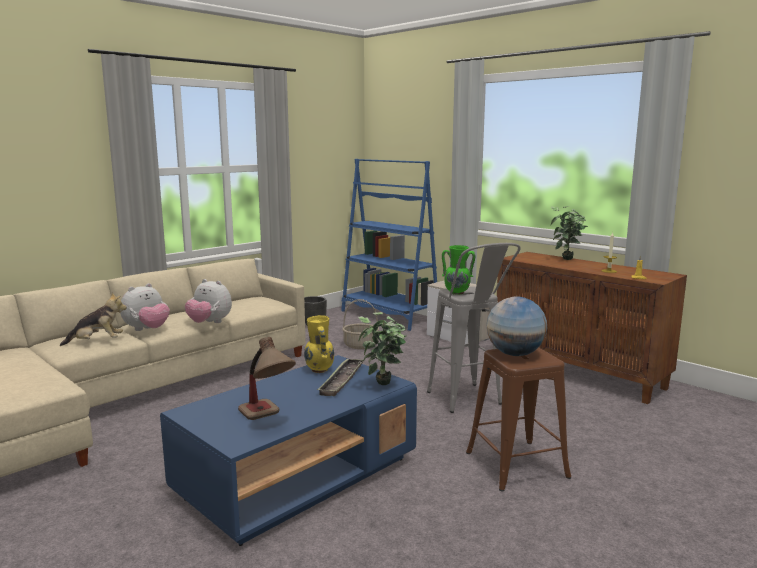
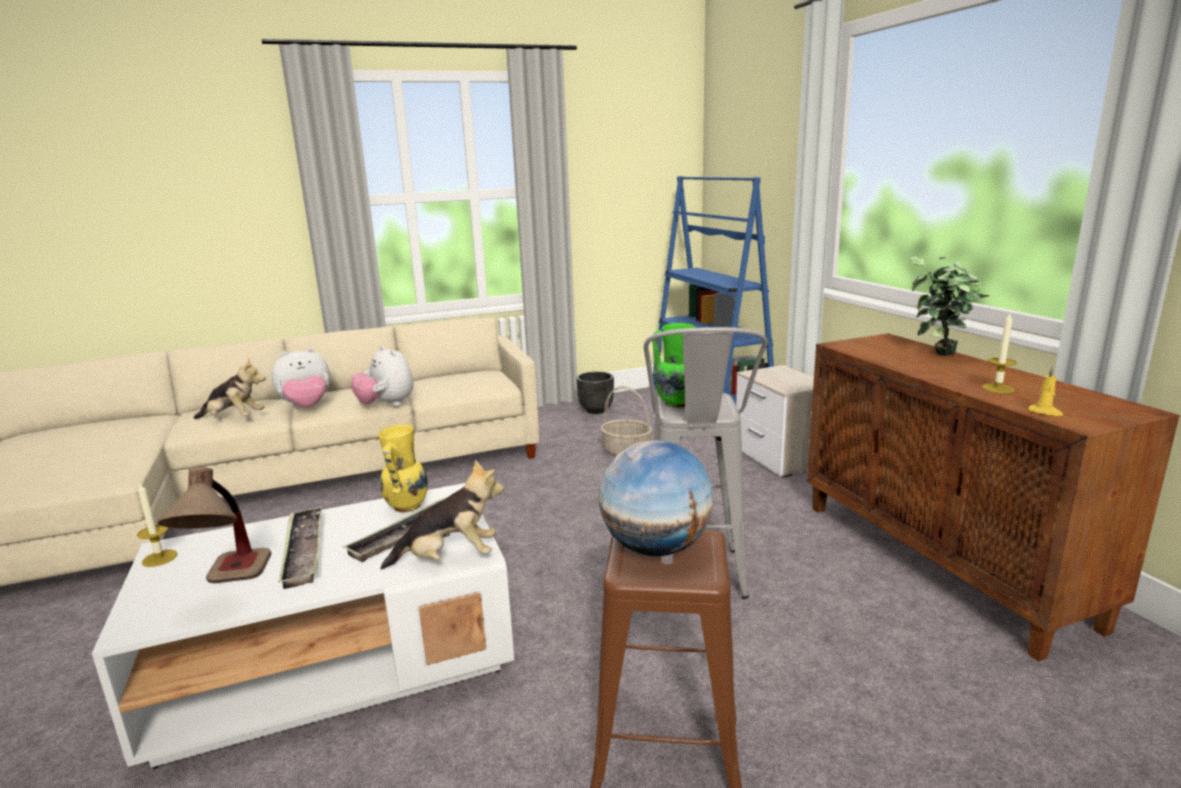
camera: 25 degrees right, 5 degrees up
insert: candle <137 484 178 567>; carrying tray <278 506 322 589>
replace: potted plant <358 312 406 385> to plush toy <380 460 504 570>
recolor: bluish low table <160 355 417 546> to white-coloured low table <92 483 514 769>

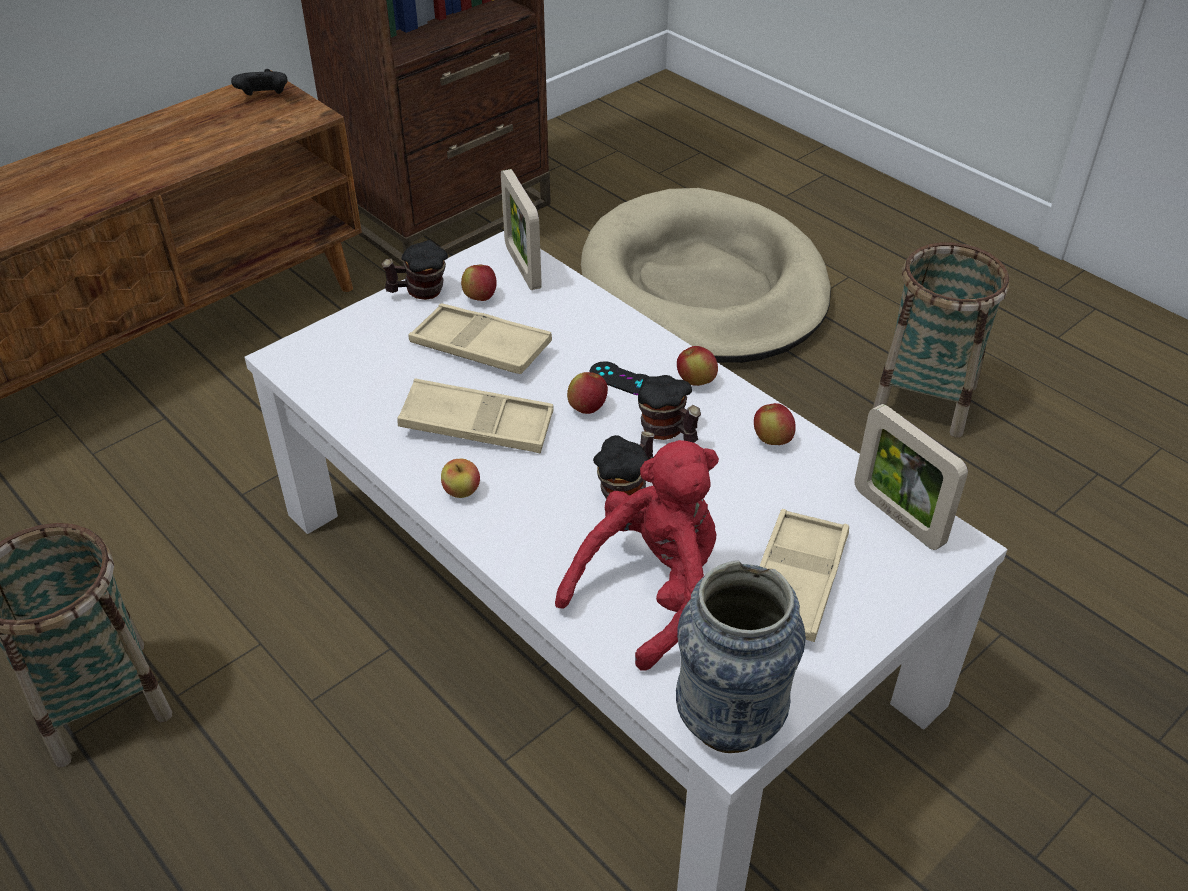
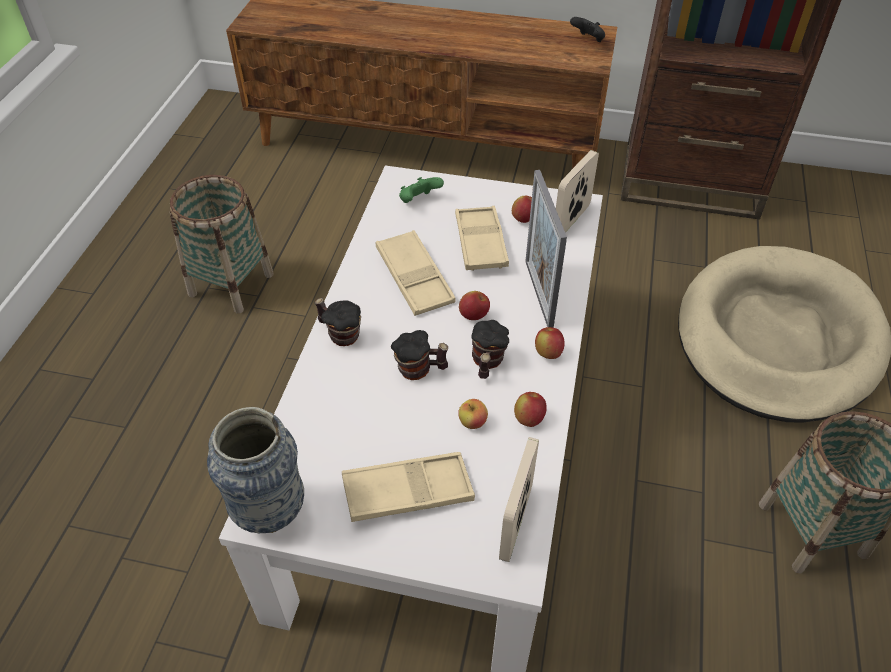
camera: 55 degrees right, 5 degrees up
delete: reddish plush toy <555 440 719 671>; blackish joypad <590 361 649 395>
insert: green-coloured joypad <399 177 444 203>; picture frame <525 170 567 328>
move: coffee mug <382 240 448 300> to <314 298 361 346>; whole apple <441 459 480 498> to <458 399 488 429>

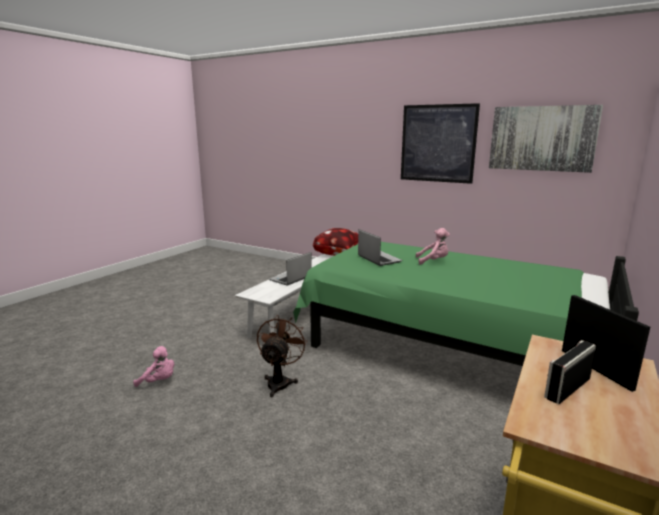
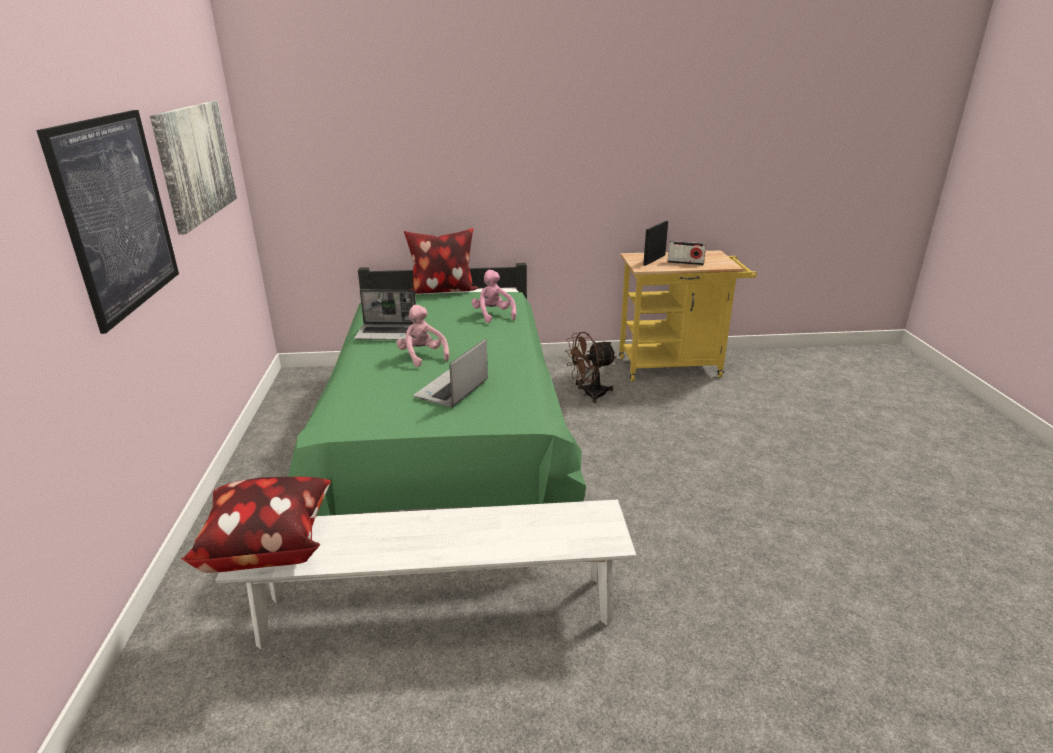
camera: 125 degrees left, 10 degrees up
insert: cushion <404 228 478 294>
move: pink plush toy <133 346 174 387> to <472 270 516 323>; brownish cooling fan <257 315 307 397> to <566 332 616 403>; notebook computer <269 252 312 286> to <354 289 416 340>

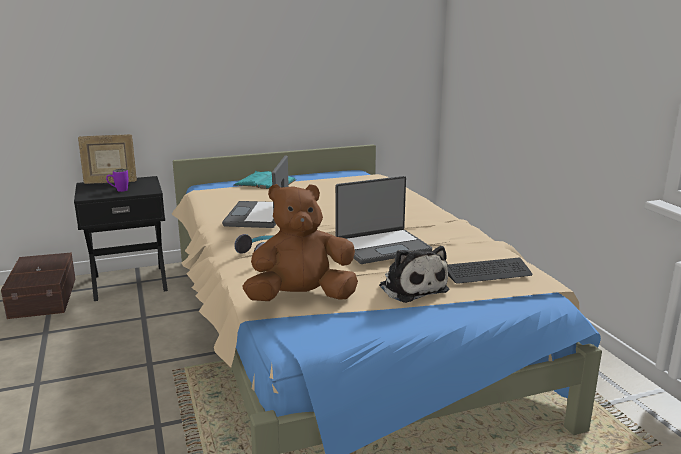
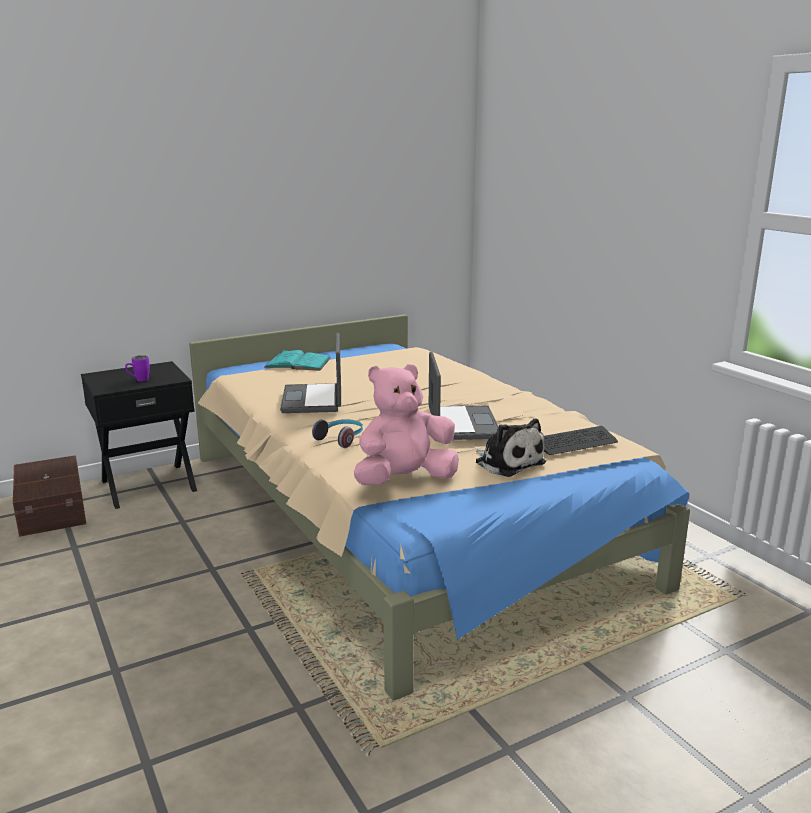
camera: 10 degrees left, 0 degrees up
delete: picture frame <78 134 137 184>
recolor: brownish plush toy <242 184 358 301> to pink plush toy <354 364 459 485>
rotate: notebook computer <335 176 432 264> = <429 352 498 440> 60 degrees counterclockwise

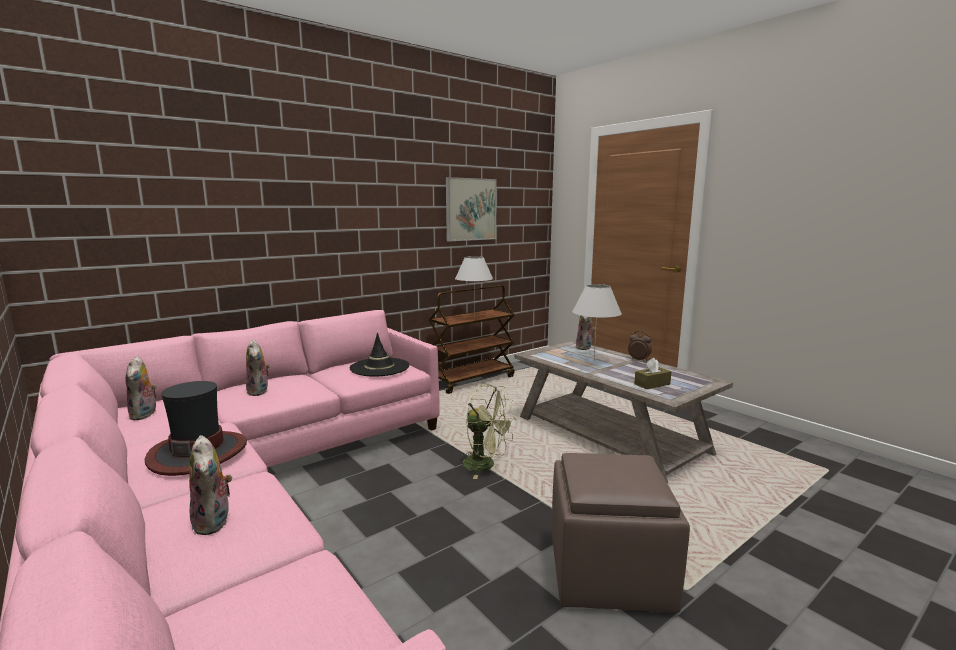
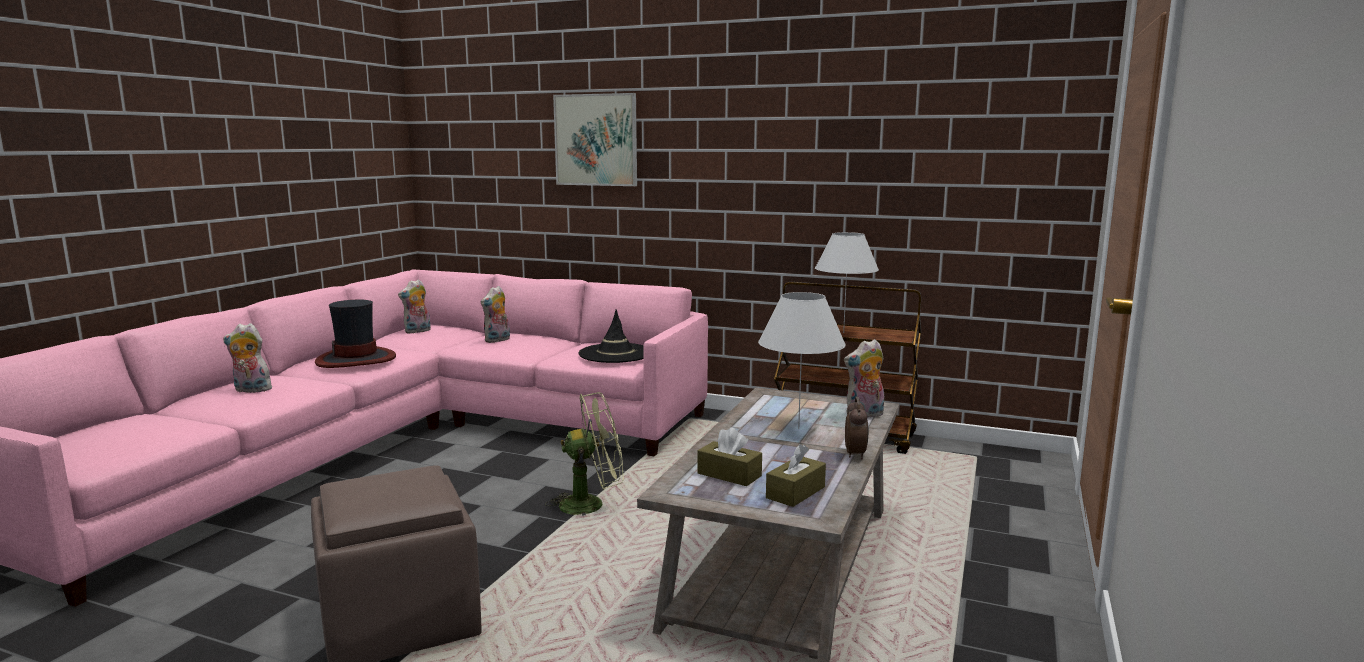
camera: 60 degrees right, 0 degrees up
insert: brownish box of tissues <766 444 826 507>
move: picture <446 177 497 241> to <553 93 637 186>
rotate: plush toy <189 435 232 535> = <223 323 274 393> 60 degrees clockwise; green-coloured cooling fan <461 384 516 479> = <545 392 624 516> 105 degrees counterclockwise

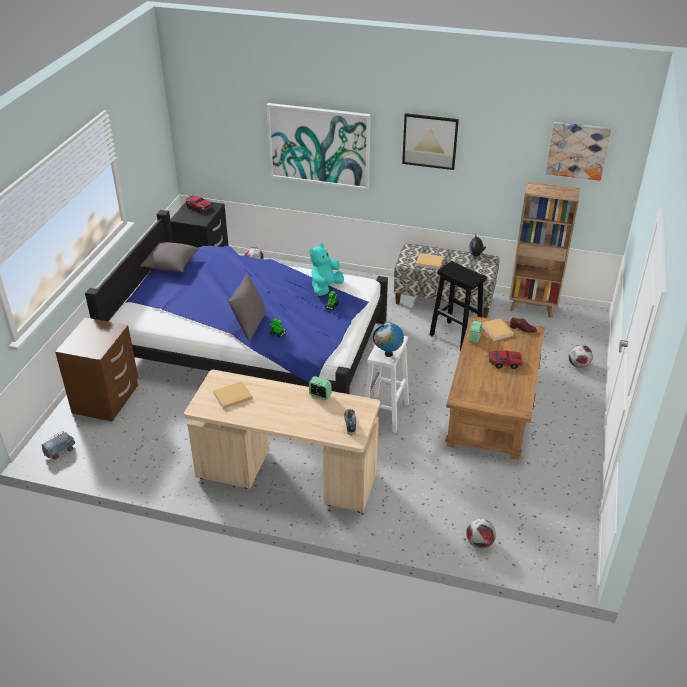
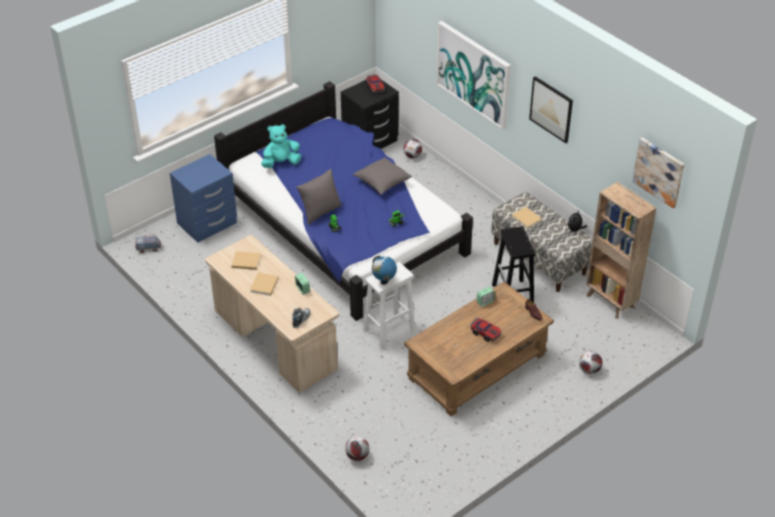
camera: 35 degrees right, 5 degrees up
move: grey cushion <140 242 199 272> to <353 157 413 195>; turquoise plush toy <309 243 344 296> to <261 124 301 168>; beige-coloured bound book <482 318 514 341> to <250 273 278 296>
recolor: brownish night table <55 318 138 422> to bluish night table <170 154 237 243>

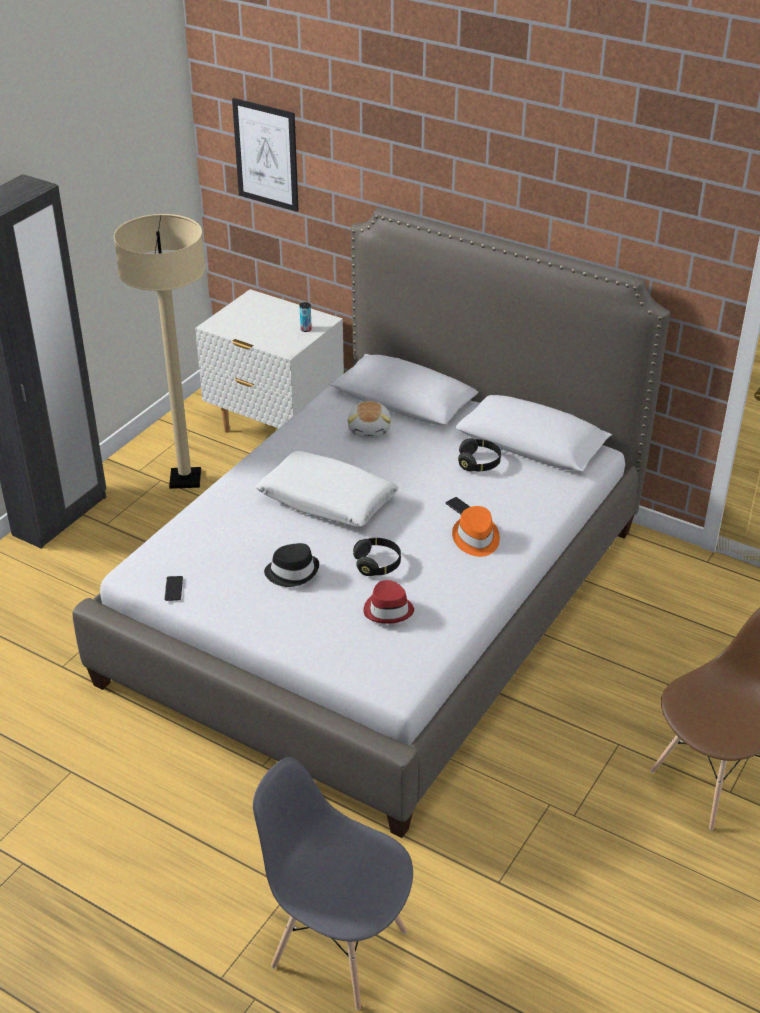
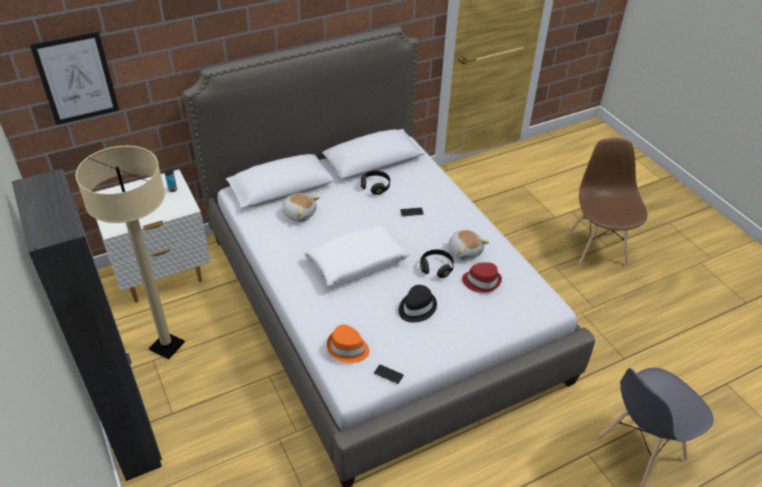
camera: 60 degrees left, 5 degrees up
insert: plush toy <449 230 489 260>
move: orangey hat <452 506 500 557> to <327 324 369 363>

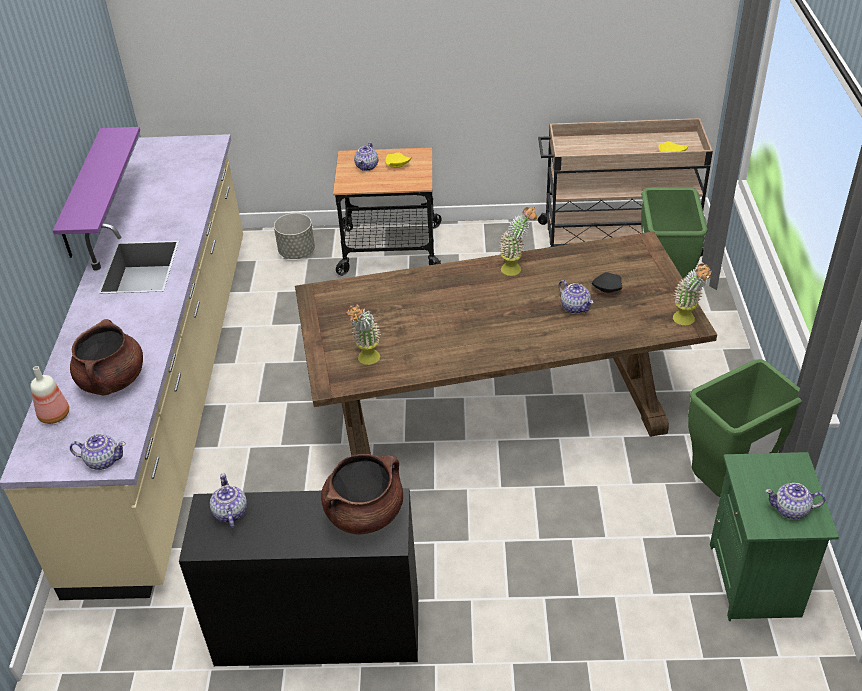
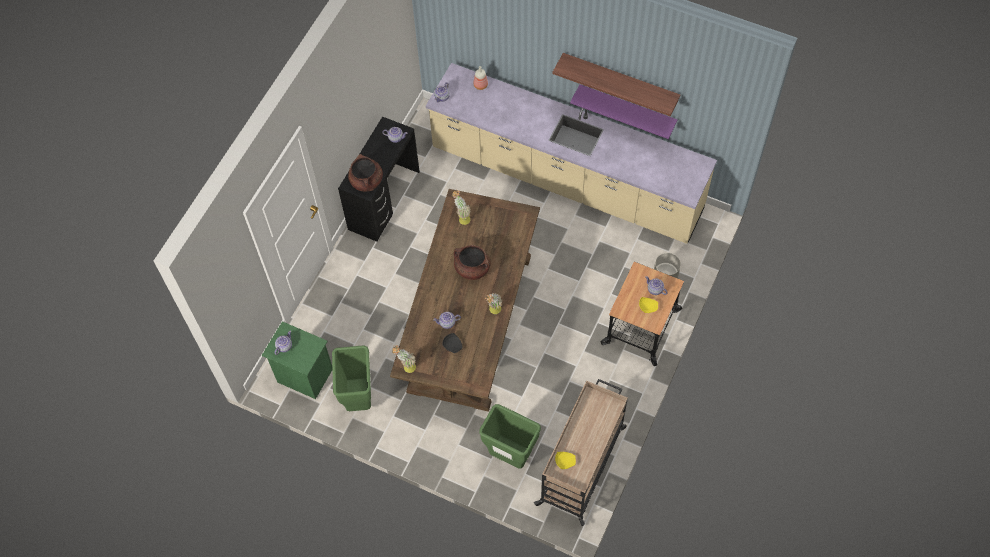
camera: 115 degrees right, 20 degrees up
insert: bracket shelf <553 53 680 116>
move: brownish saucepot <70 319 143 395> to <454 245 491 280>

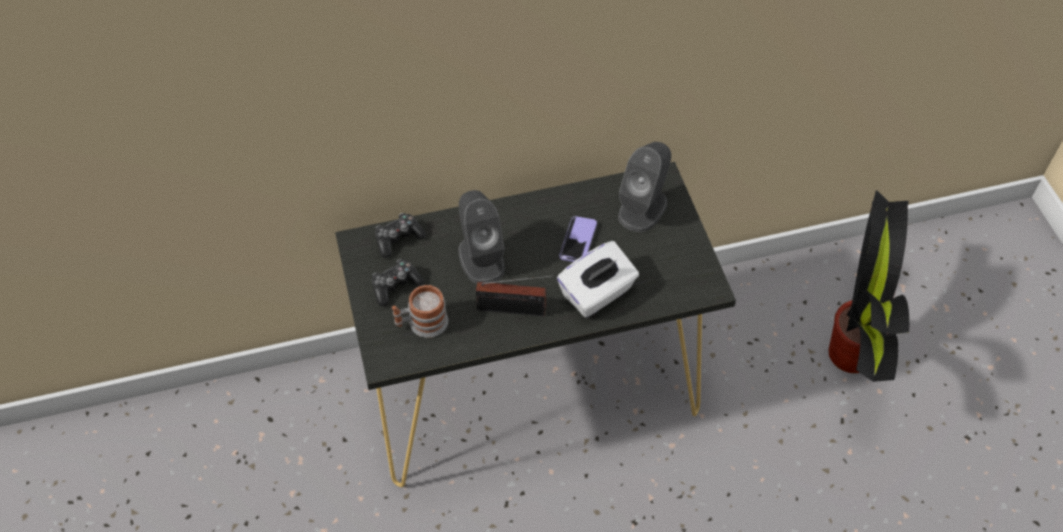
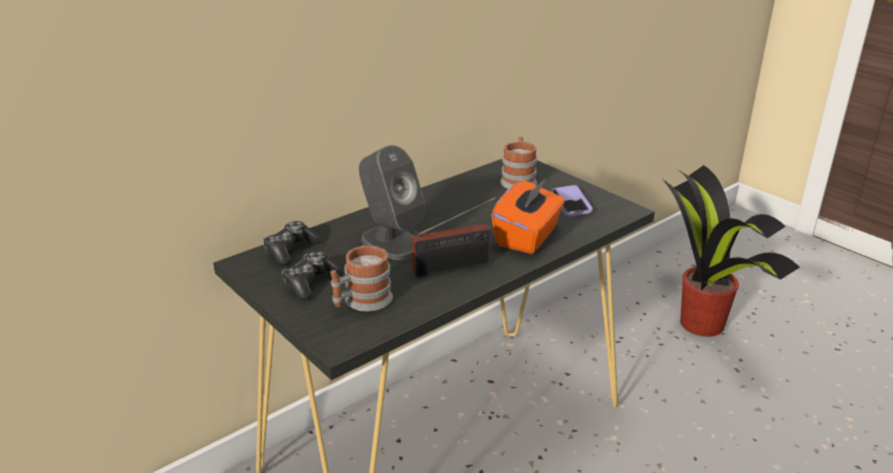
camera: 25 degrees left, 25 degrees down
move: telephone <559 216 597 262> to <552 185 593 216>
replace: grey audio speaker <618 142 671 232> to coffee mug <500 137 537 189>
recolor: white-coloured box of tissues <557 241 639 318> to orangey box of tissues <491 178 565 254>

